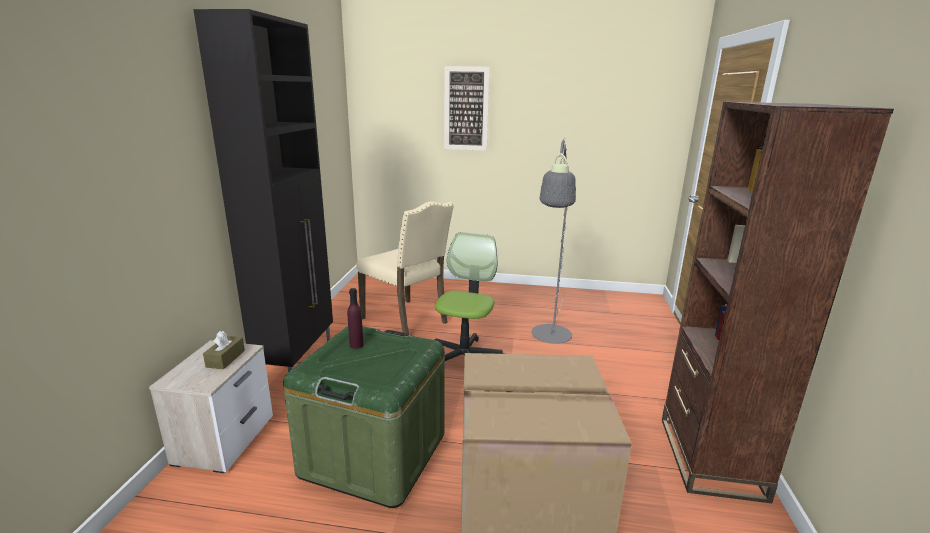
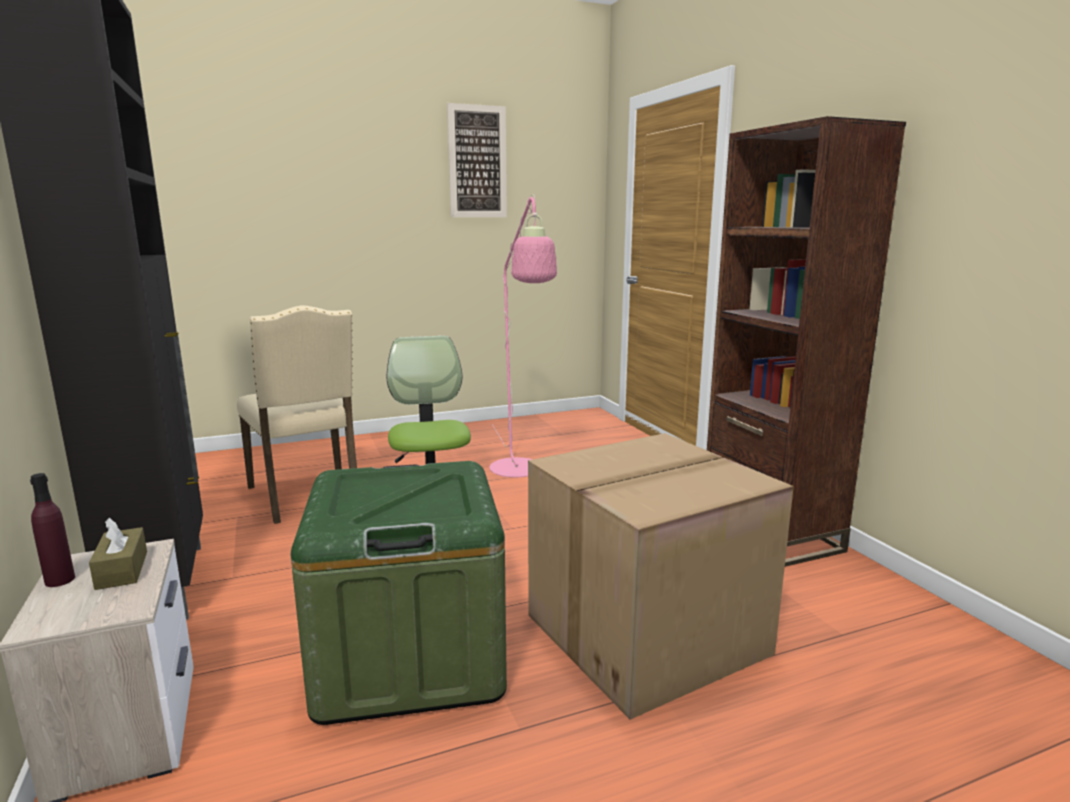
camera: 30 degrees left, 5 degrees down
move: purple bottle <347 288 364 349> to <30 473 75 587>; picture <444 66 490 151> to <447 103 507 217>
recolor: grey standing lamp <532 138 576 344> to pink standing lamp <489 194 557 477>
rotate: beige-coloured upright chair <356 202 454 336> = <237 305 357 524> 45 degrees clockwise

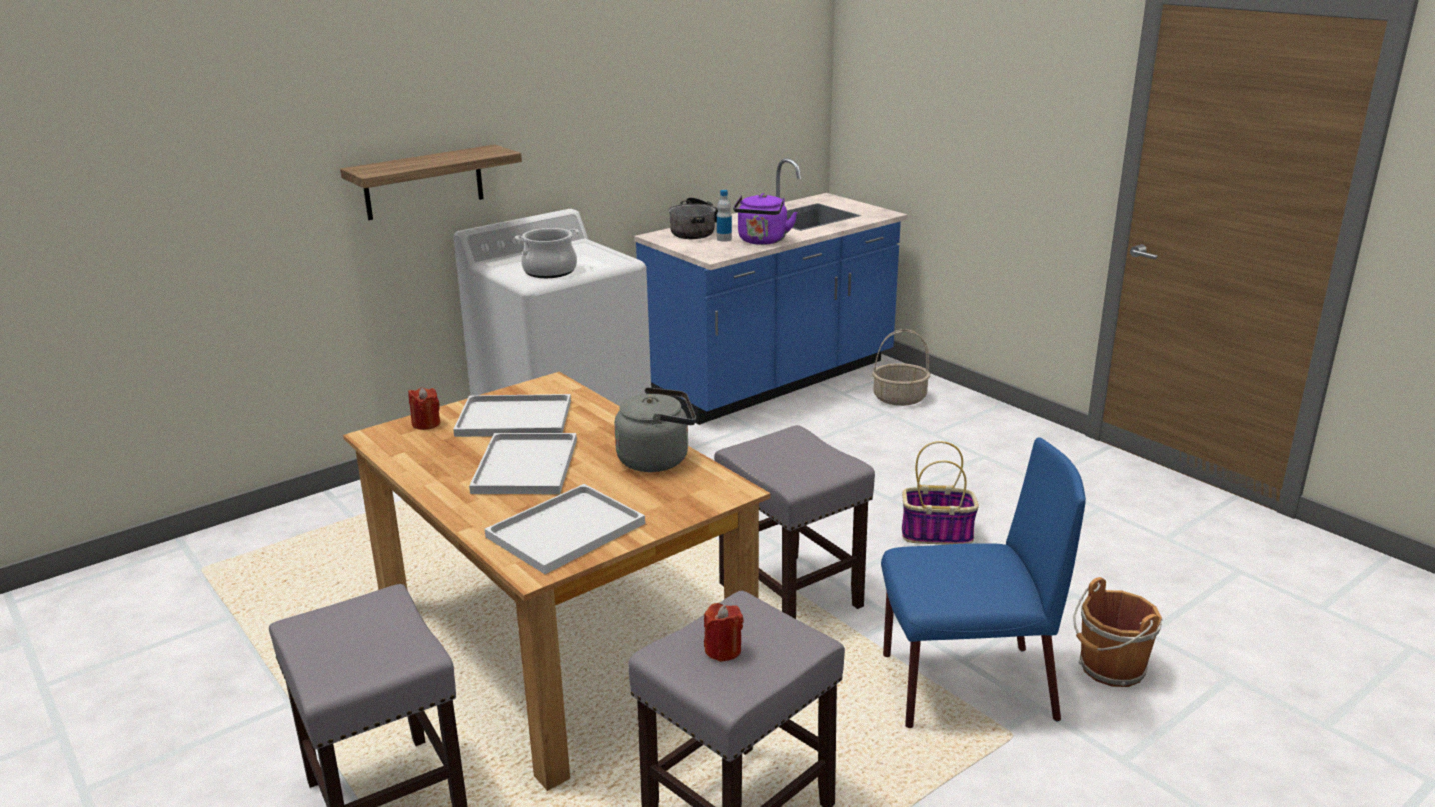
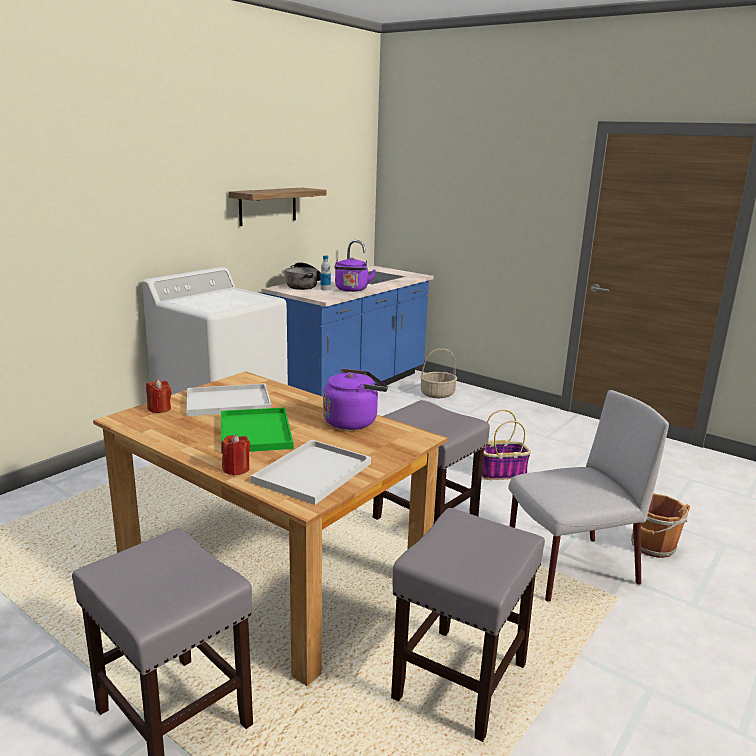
camera: 15 degrees left, 5 degrees down
delete: saucepot <515 228 579 278>
move: bracket shelf <340 145 522 220> to <228 188 326 226>; reddish candle <704 603 744 662> to <222 434 250 476>
recolor: white-coloured carrying tray <469 433 577 494> to green-coloured carrying tray <221 407 293 453>; grey tea kettle <614 387 696 472> to purple tea kettle <323 368 388 430>; bluish upright chair <881 437 1086 728> to grey upright chair <508 390 669 602>

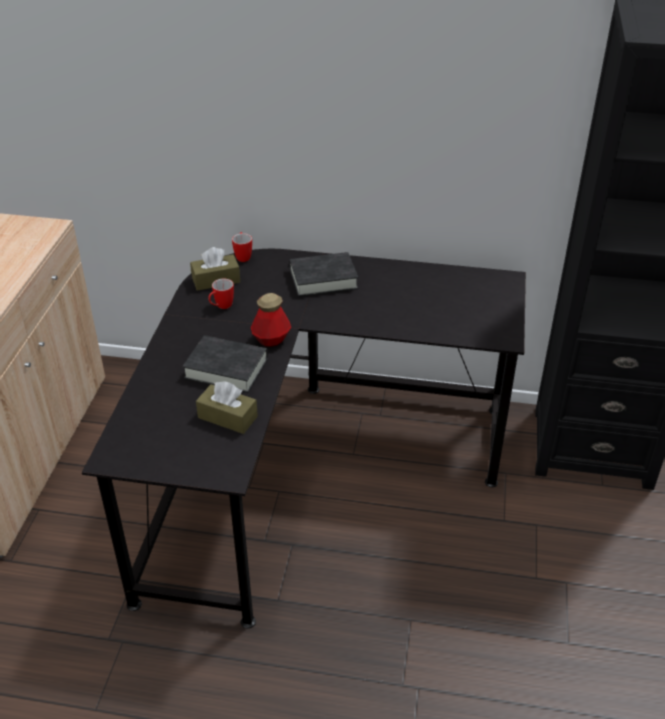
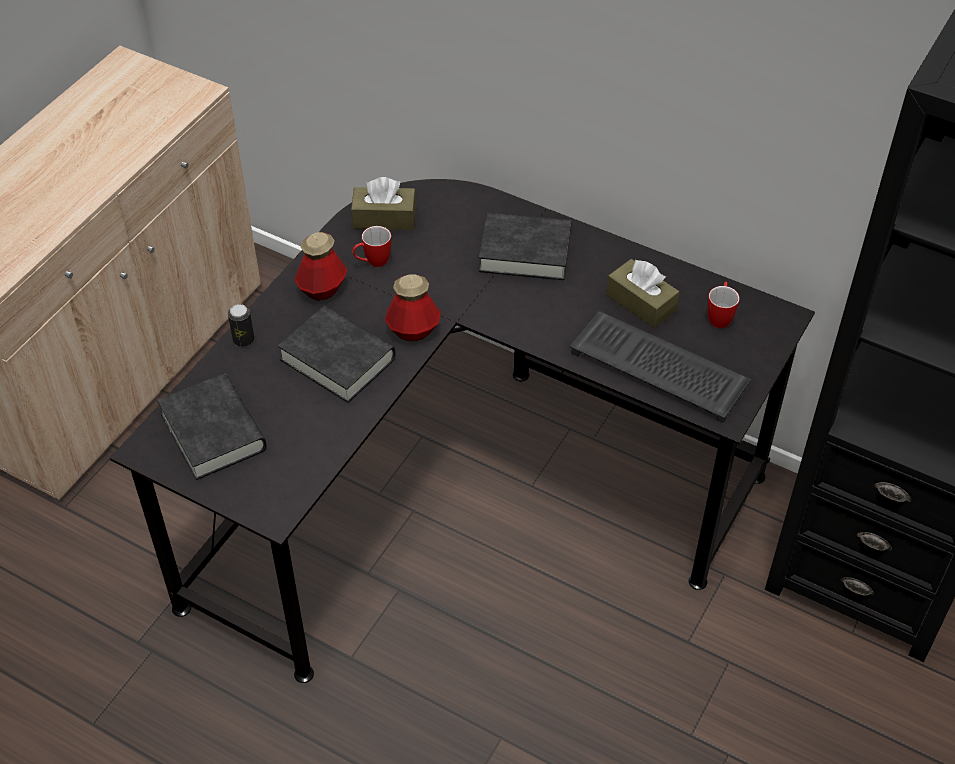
camera: 20 degrees right, 10 degrees up
insert: blackish bound book <157 374 267 480>; can <228 304 255 347>; bottle <294 232 347 301>; PC keyboard <569 311 751 423>
move: brownish box of tissues <196 381 258 434> to <607 259 680 328>; coffee mug <232 232 252 262> to <708 282 740 328>

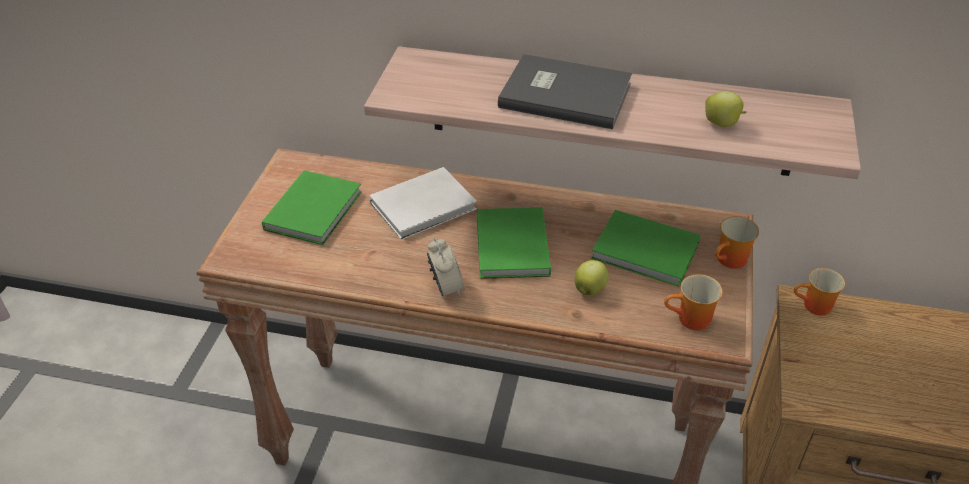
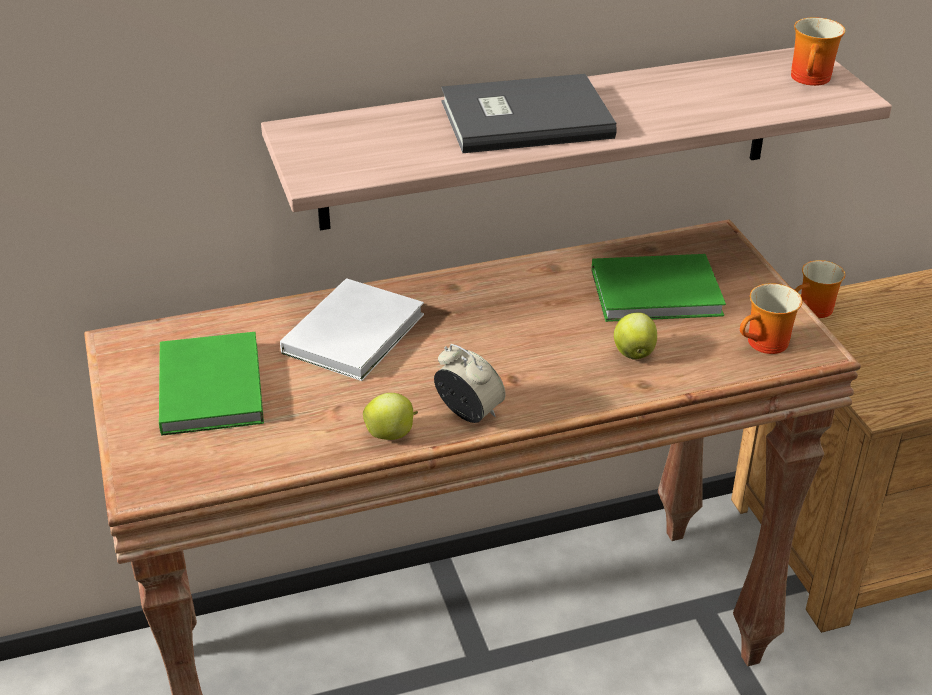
camera: 30 degrees left, 5 degrees down
delete: green-coloured bound book <477 207 551 279>
move: whole apple <705 91 746 127> to <363 393 418 440>; coffee mug <715 216 759 269> to <791 18 846 86>

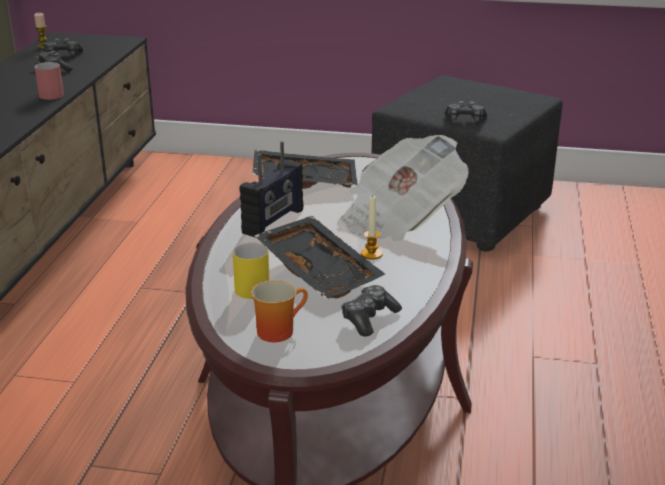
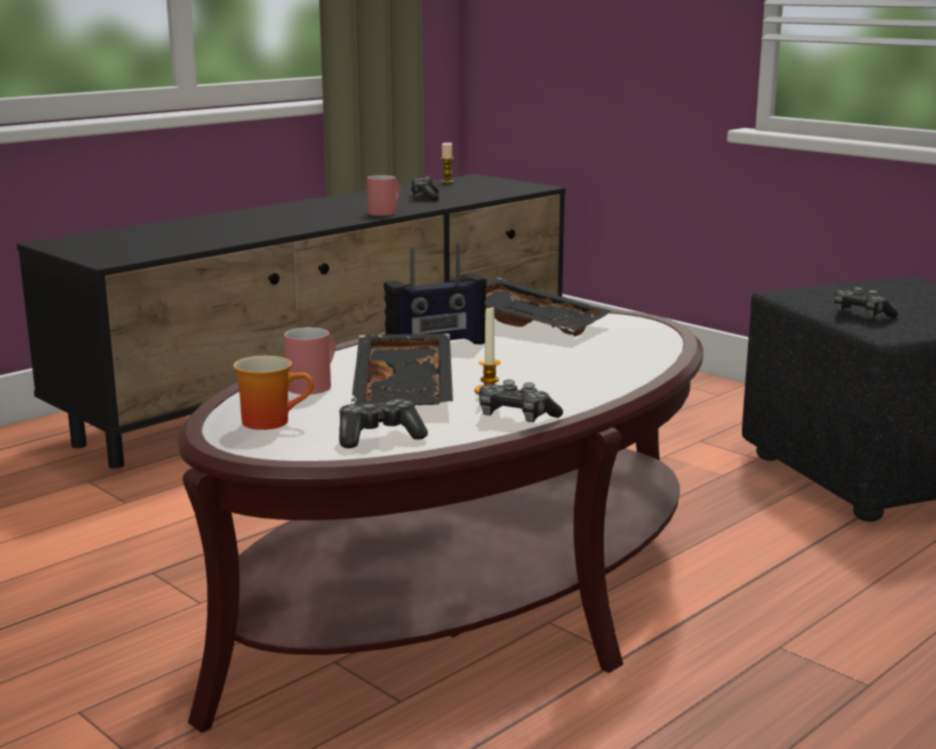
camera: 35 degrees right, 10 degrees down
delete: newspaper <337 135 469 241>
move: joypad <44 38 83 55> to <479 380 563 422>
recolor: yellow-coloured coffee mug <233 242 269 299> to reddish coffee mug <284 327 336 395>

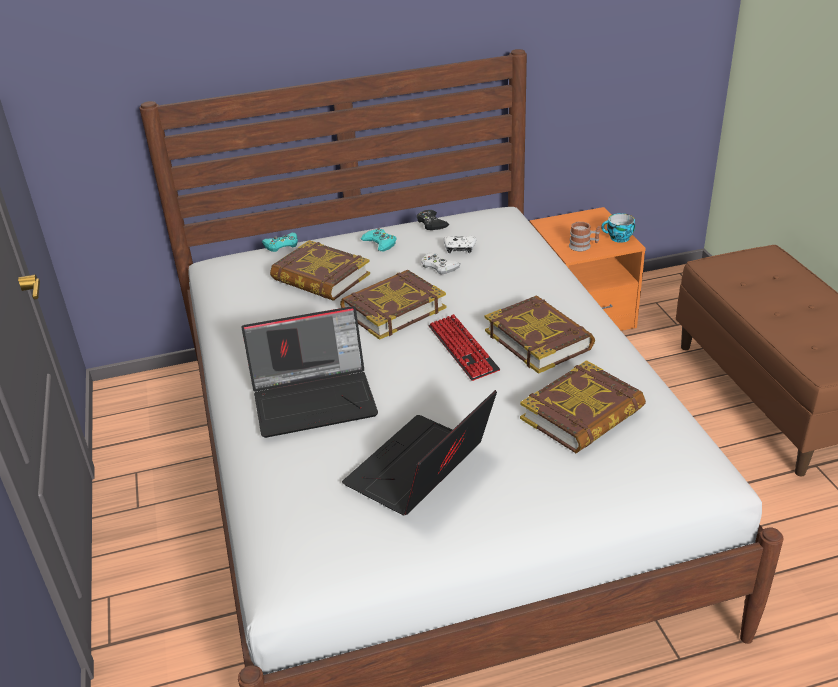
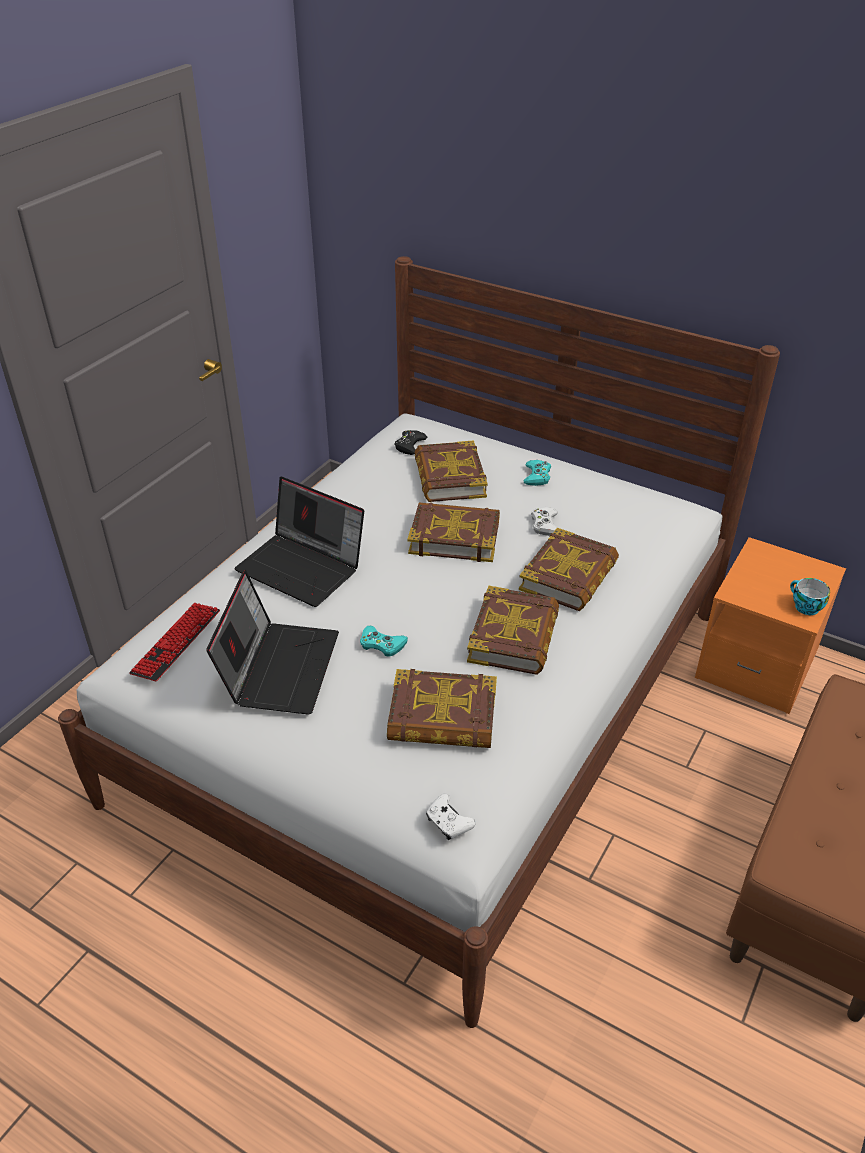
camera: 45 degrees right, 5 degrees up
delete: coffee mug <569 222 600 251>
insert: bound book <519 528 619 611>
move: turquoise joypad <262 233 298 252> to <360 626 408 657>; blackish joypad <416 210 449 230> to <394 430 427 455>; PC keyboard <428 314 500 381> to <129 602 220 681>; white-coloured joypad <444 236 476 253> to <426 794 476 840>
rotate: notebook computer <342 390 497 515> = <206 570 339 714> 105 degrees clockwise

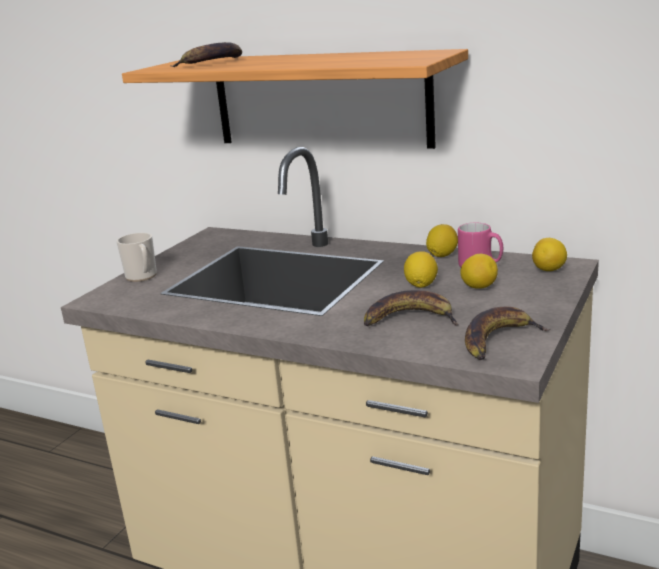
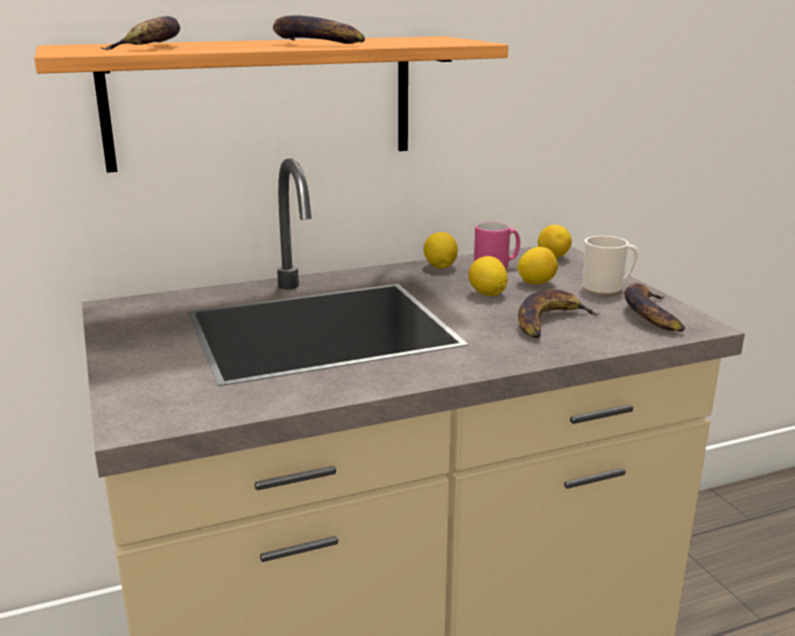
camera: 50 degrees left, 0 degrees up
insert: banana <273 15 365 44>
move: coffee mug <116 233 157 282> to <583 236 638 295>

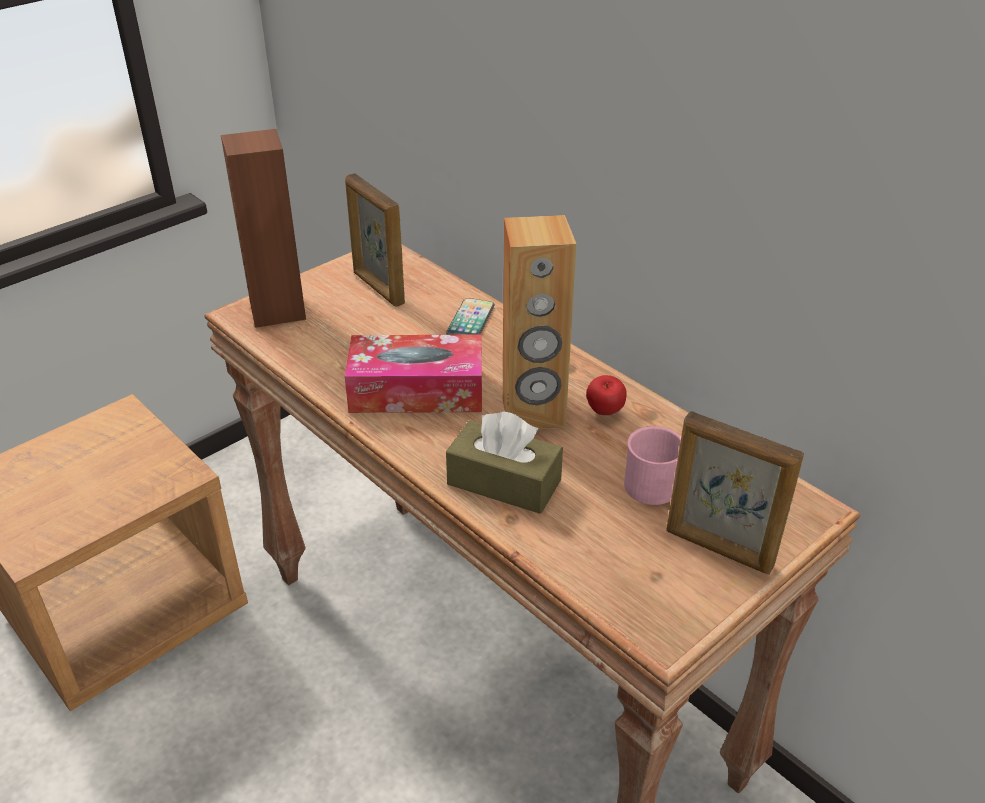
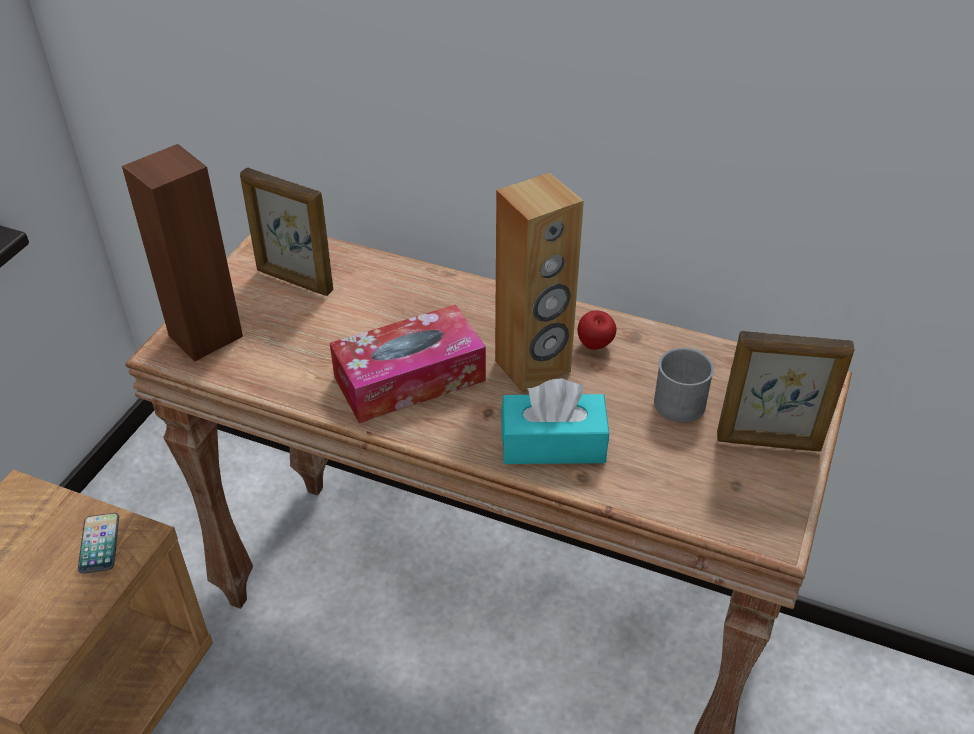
camera: 25 degrees left, 5 degrees up
move: telephone <446 298 494 335> to <78 513 119 574>
recolor: brownish box of tissues <446 411 563 514> to turquoise box of tissues <501 379 609 464>; pink coffee mug <624 426 681 505> to grey coffee mug <654 348 714 422>

